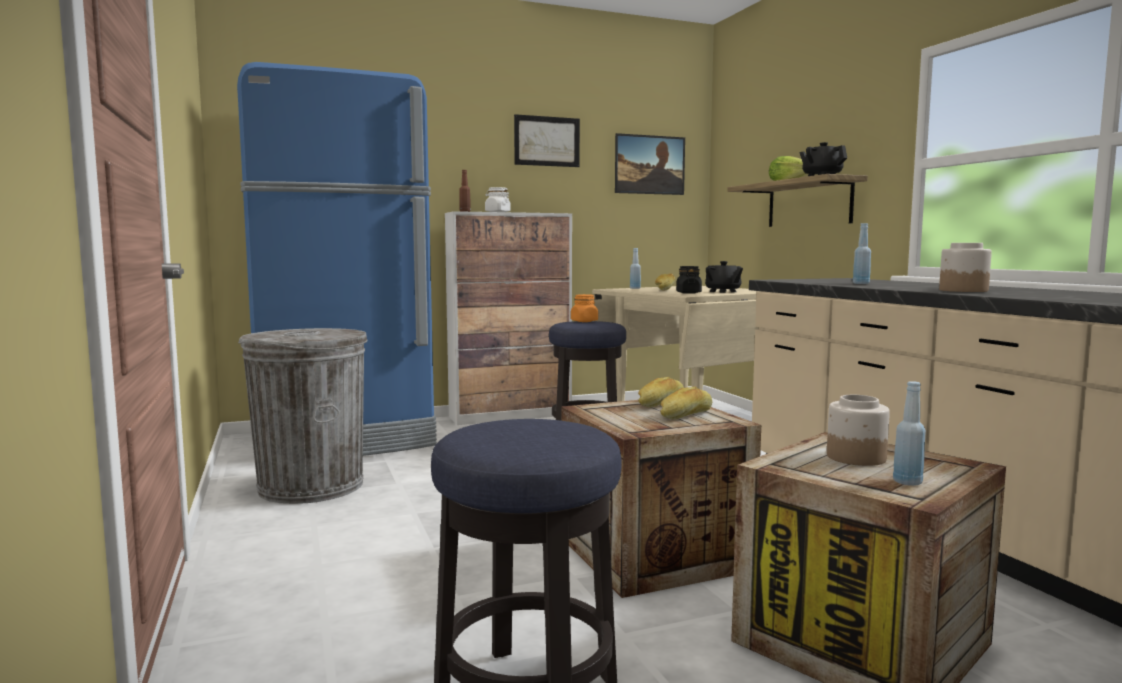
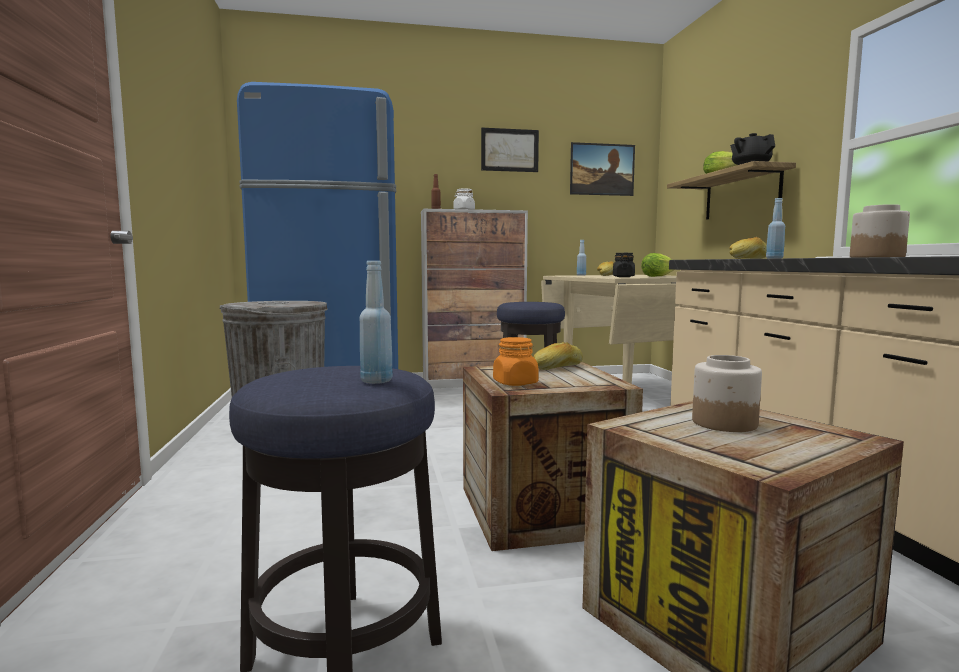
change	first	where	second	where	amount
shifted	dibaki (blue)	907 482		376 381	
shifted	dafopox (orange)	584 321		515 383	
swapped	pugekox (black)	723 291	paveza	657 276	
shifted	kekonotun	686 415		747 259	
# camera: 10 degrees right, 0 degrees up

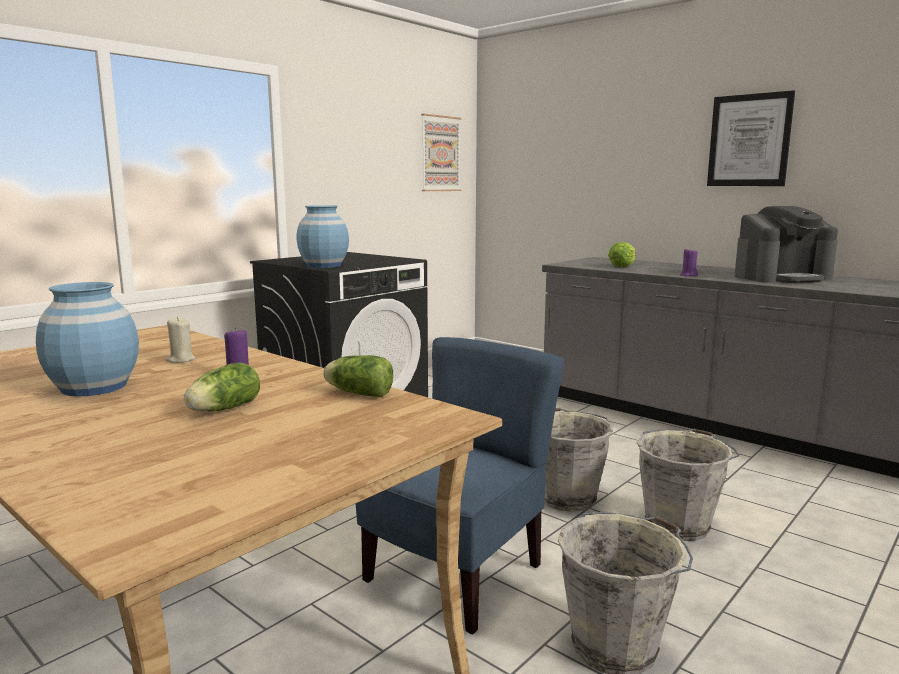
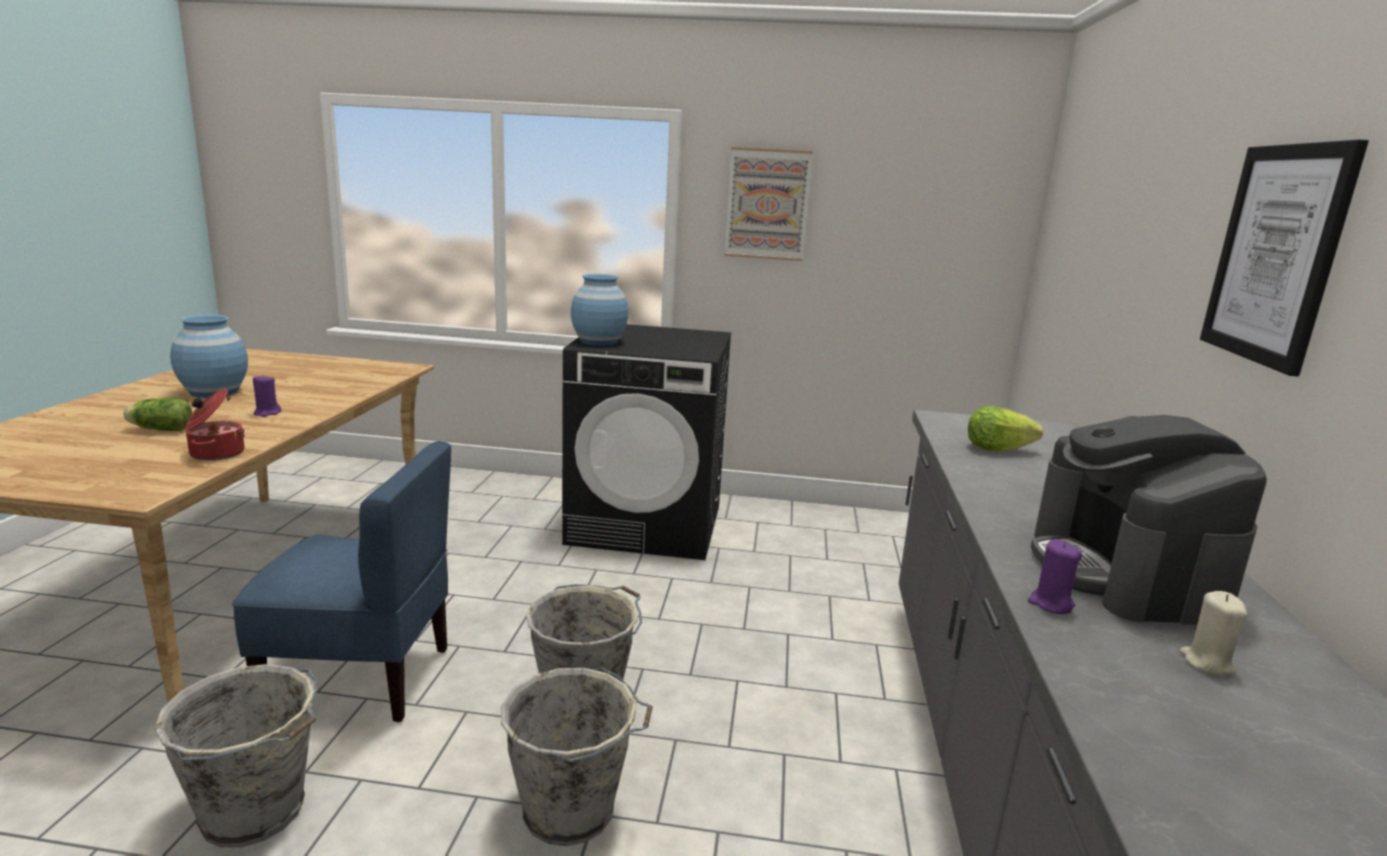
change	first	where	second	where	amount
swapped	paveza	357 393	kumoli	215 453	
shifted	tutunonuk	440 154		767 204	
shifted	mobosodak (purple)	688 275		1050 604	
rotated	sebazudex	782 277		1125 573	45 degrees clockwise
shifted	mobosodak (beige)	181 360		1206 662	
# camera: 55 degrees right, 5 degrees up

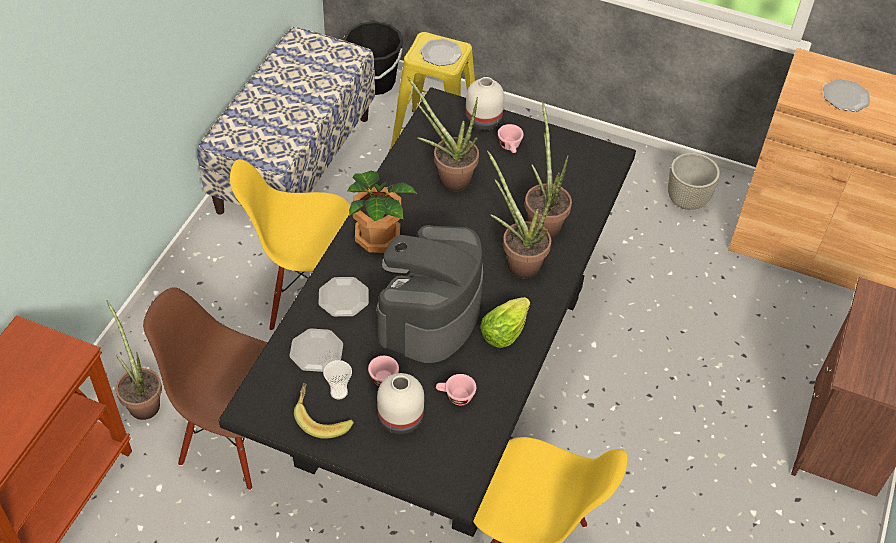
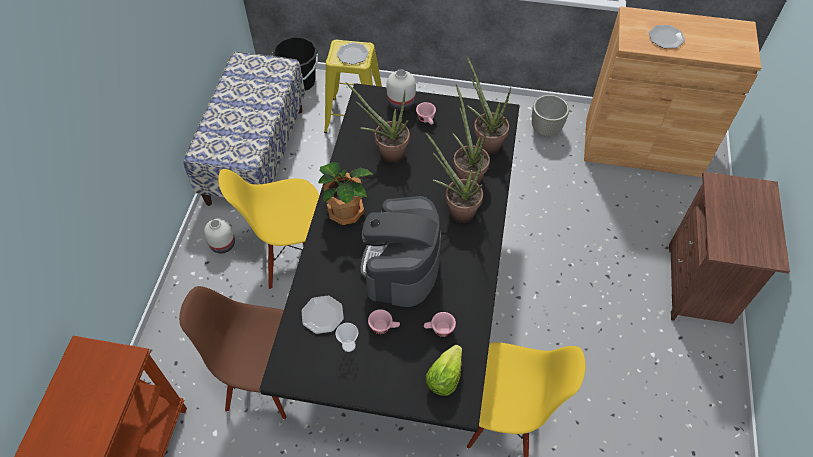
change	first	where	second	where	amount
shifted	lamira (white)	399 419		222 245	
shifted	paveza	503 332		444 377	
shifted	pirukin	142 401		485 142	
gone	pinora	322 418			
gone	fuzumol	343 298			
# camera: 10 degrees left, 5 degrees up

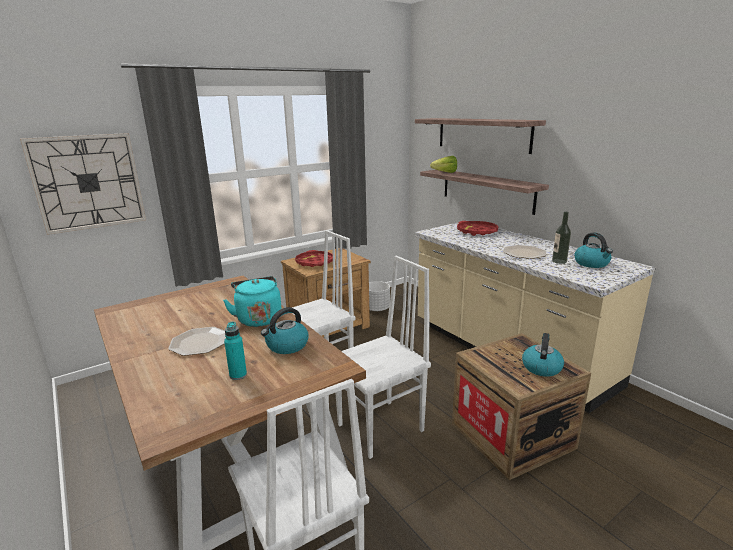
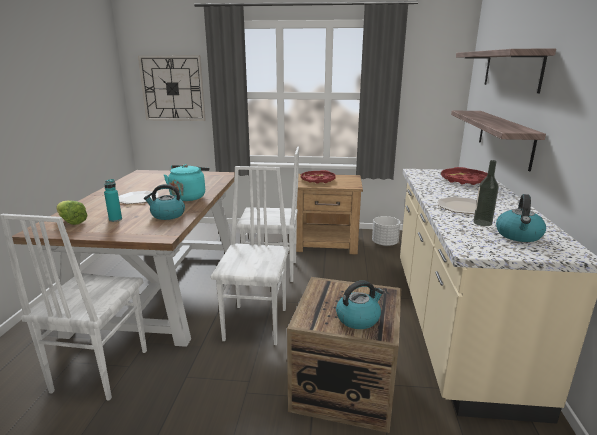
change	first	where	second	where	amount
shifted	paveza	443 173		71 221	
rotated	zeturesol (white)	382 428		257 324	90 degrees counterclockwise
# camera: 40 degrees right, 0 degrees up

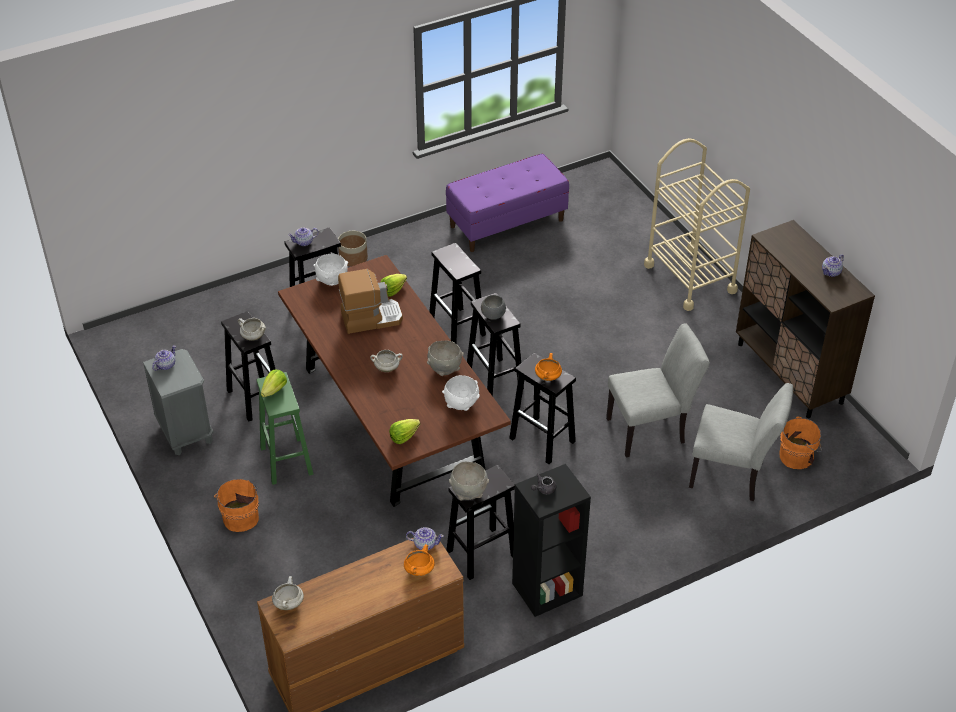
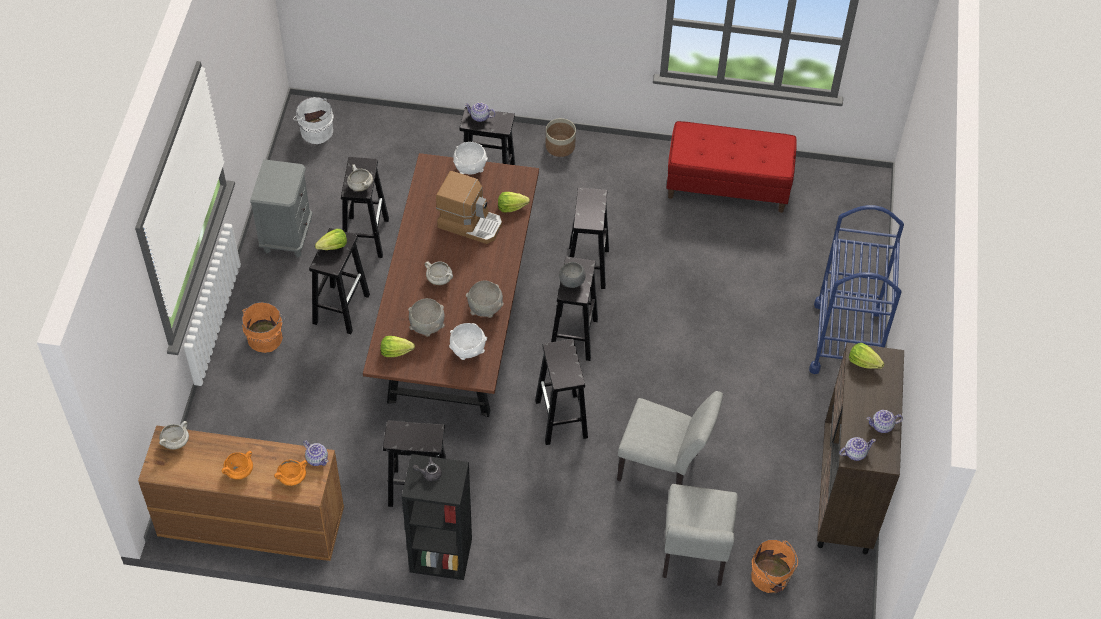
change	first	where	second	where	amount
shifted	kumoli (orange)	548 377		239 472	
new			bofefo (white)	316 131	
repainted	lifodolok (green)	286 460	lifodolok (black)	341 308	
shifted	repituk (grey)	469 492		427 327	
rotated	zeturesol (grey)	733 476		694 557	45 degrees clockwise
repainted	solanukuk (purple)	507 223	solanukuk (red)	727 186	
repainted	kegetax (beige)	690 278	kegetax (blue)	846 341	
shifted	pugekox	165 365		854 453	
new			paveza	863 362	
# camera: 35 degrees right, 10 degrees up

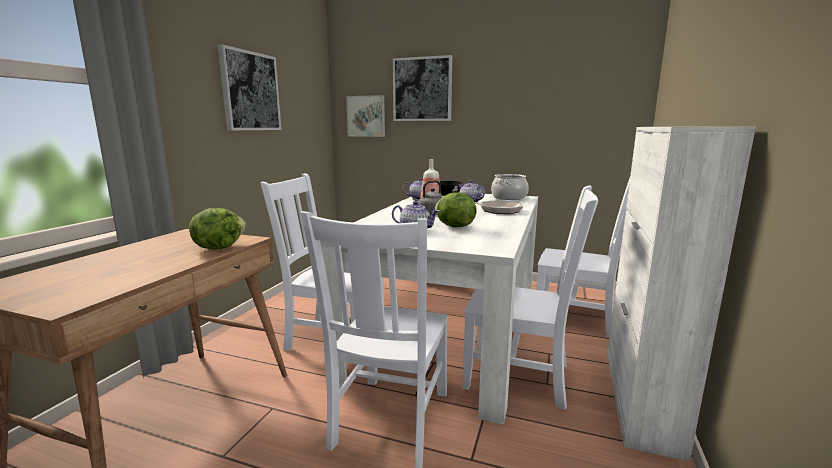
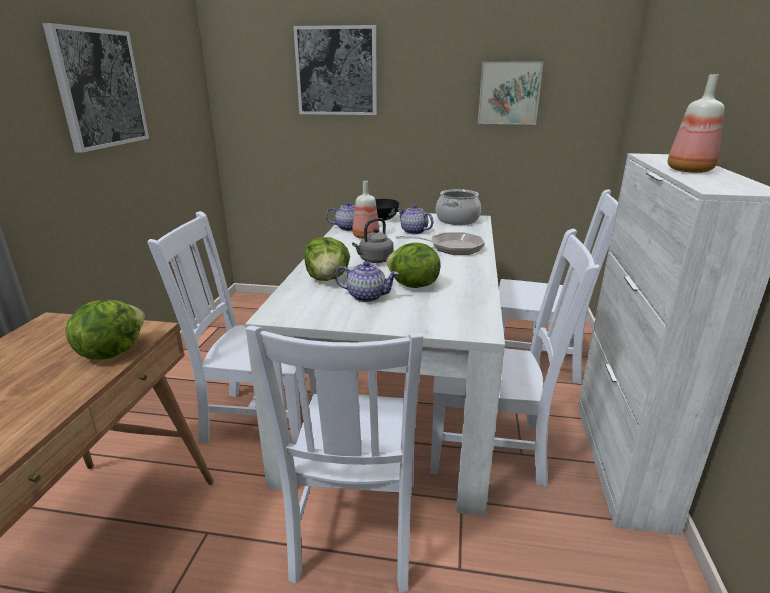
change	first	where	second	where	amount
new			paveza	328 279	
shifted	tutunonuk	366 116		509 93	
new			dibaki	687 170	
# camera: 10 degrees left, 10 degrees up

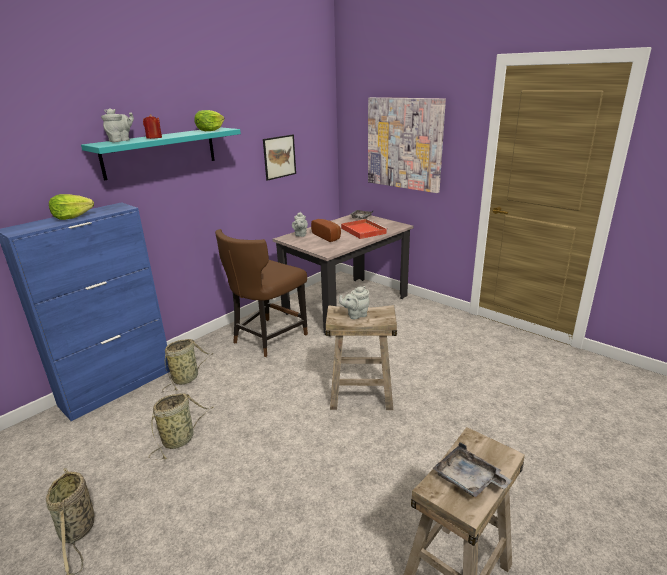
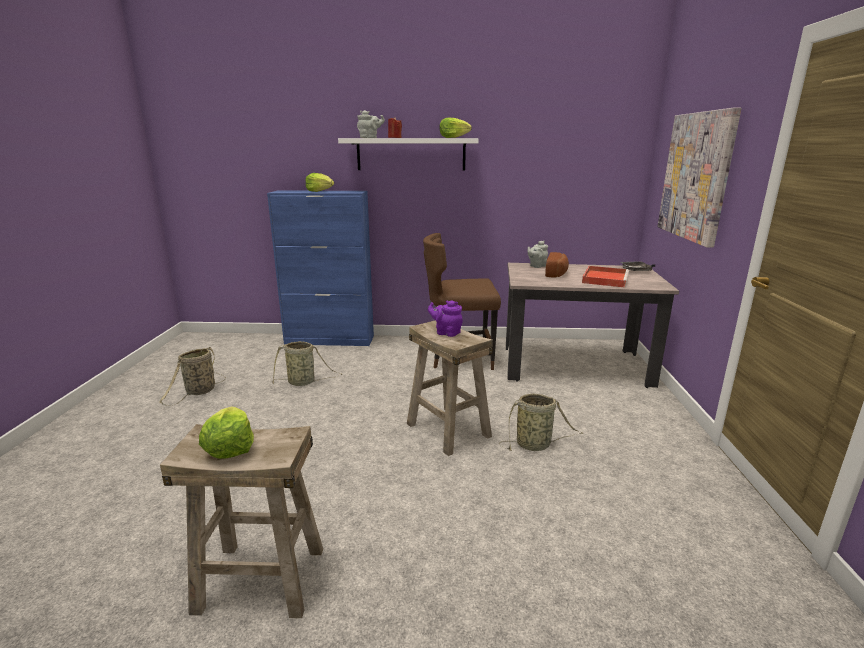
change	first	where	second	where	amount
swapped	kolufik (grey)	468 480	paveza	230 447	
repainted	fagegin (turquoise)	160 152	fagegin (white)	411 154	
repainted	pugekox (grey)	355 315	pugekox (purple)	446 332	
shifted	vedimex	187 378		535 445	
gone	tutunonuk	279 157			
# camera: 50 degrees right, 5 degrees down

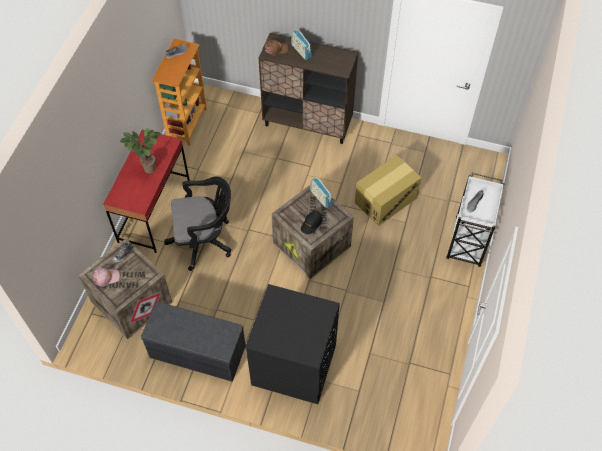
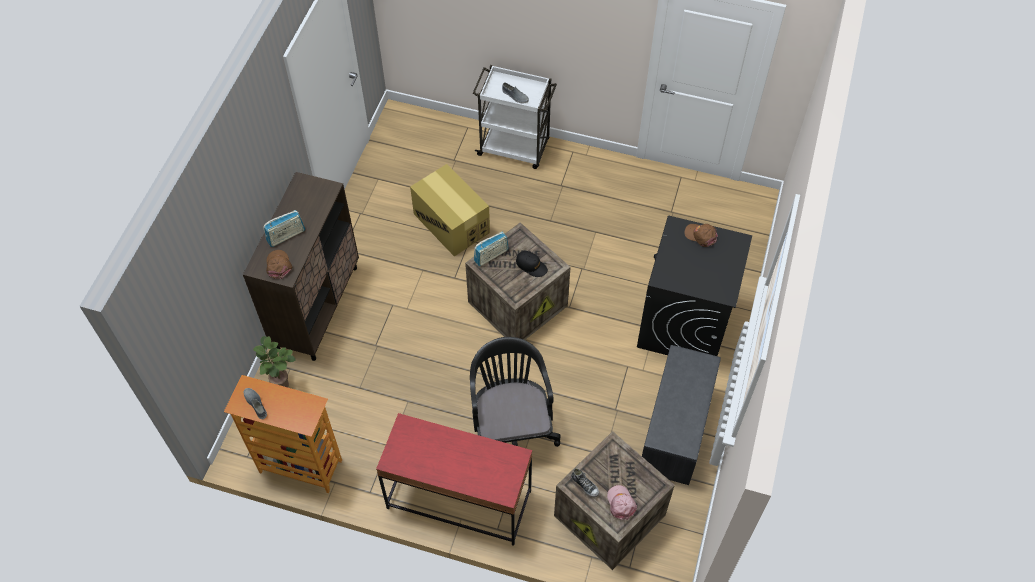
change	first	where	second	where	amount
shifted	pirukin	148 170		283 386	
new			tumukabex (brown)	701 235	
# camera: 90 degrees left, 0 degrees up

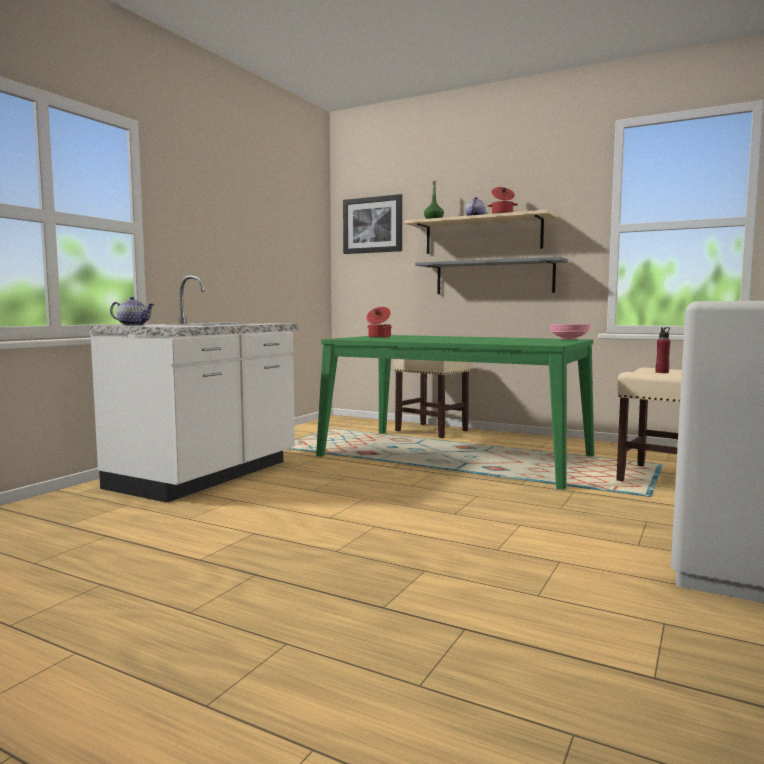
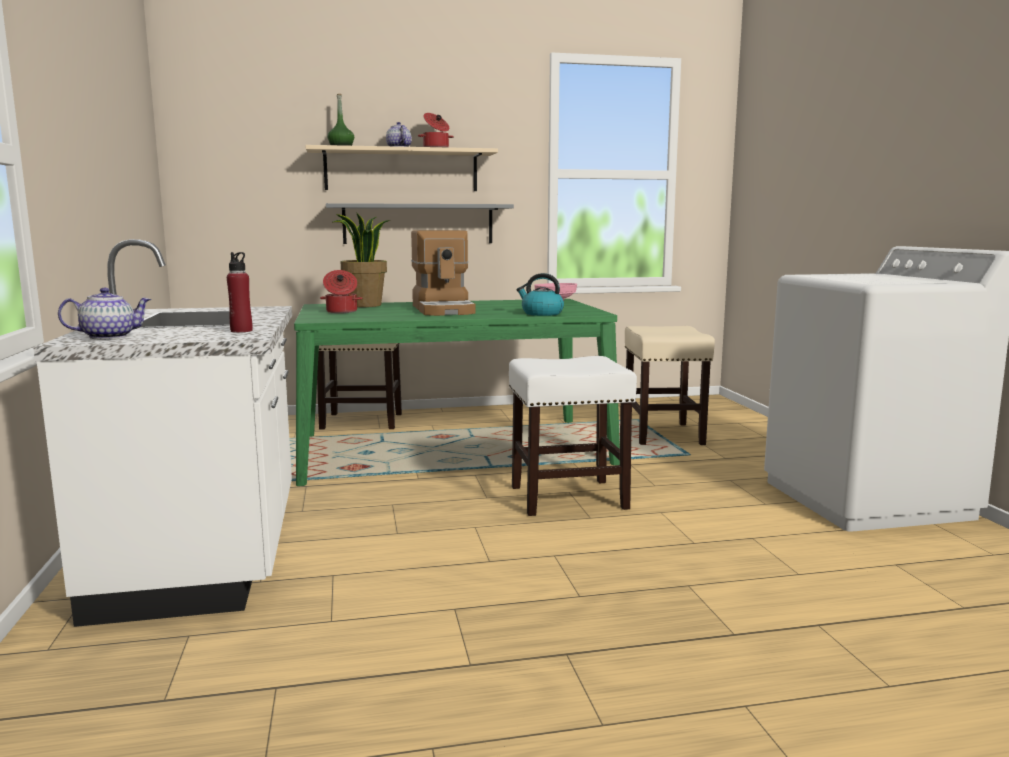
change	first	where	second	where	amount
shifted	dibaki (red)	662 372		241 331	
new			pirukin	365 305	
new			sebazudex	444 310	
new			lifodolok (white)	567 497	
new			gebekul	541 313	
gone	tutunonuk	372 225			
# camera: 40 degrees left, 5 degrees up

